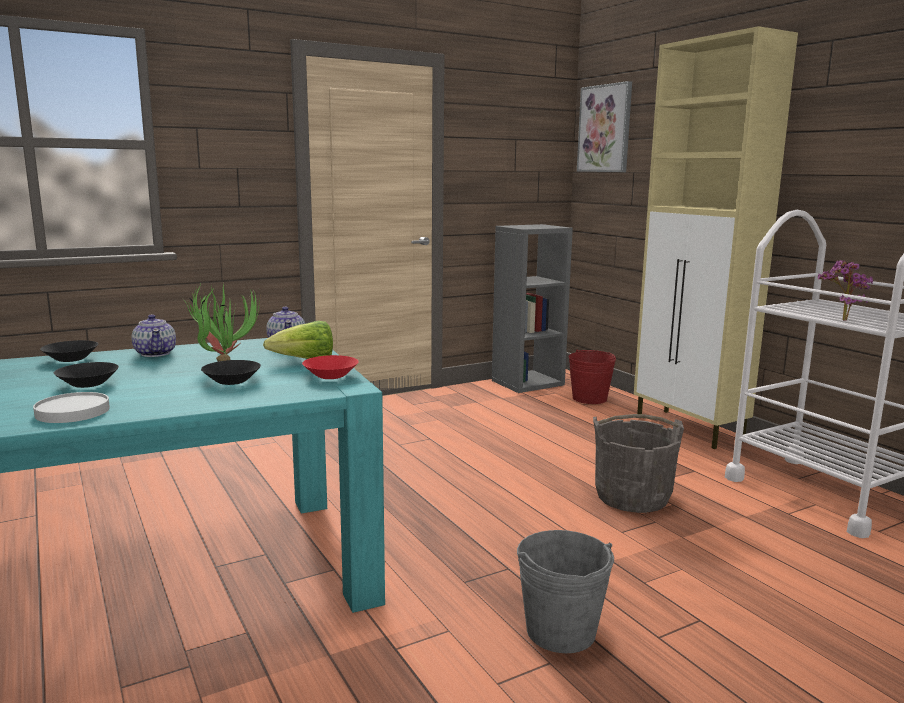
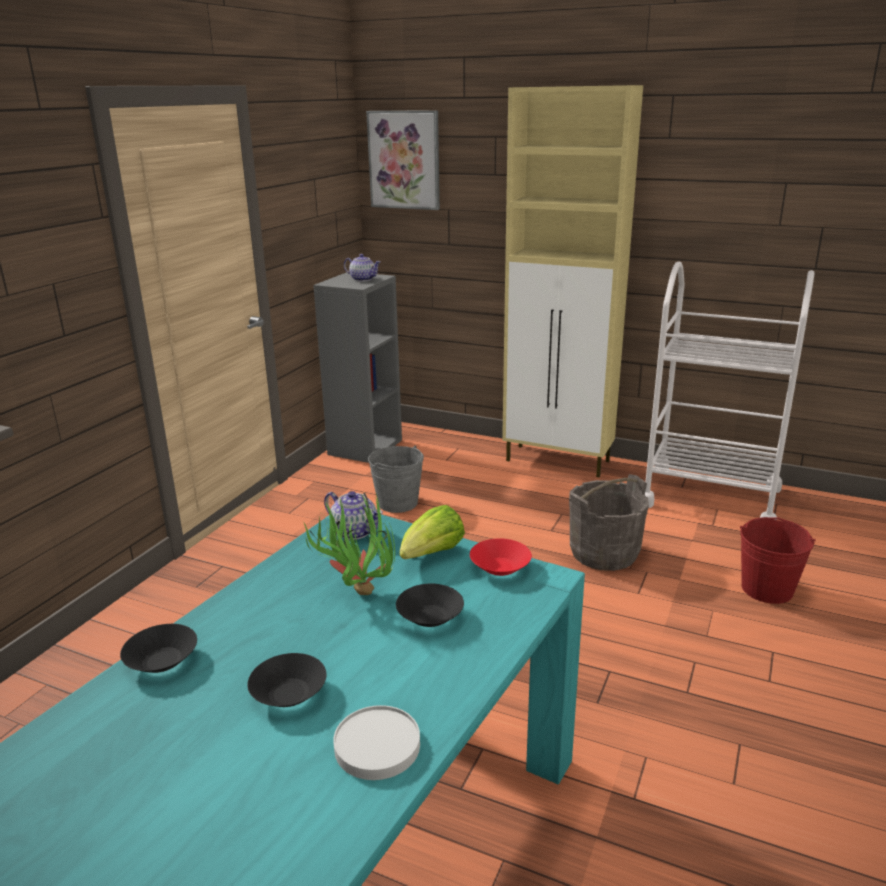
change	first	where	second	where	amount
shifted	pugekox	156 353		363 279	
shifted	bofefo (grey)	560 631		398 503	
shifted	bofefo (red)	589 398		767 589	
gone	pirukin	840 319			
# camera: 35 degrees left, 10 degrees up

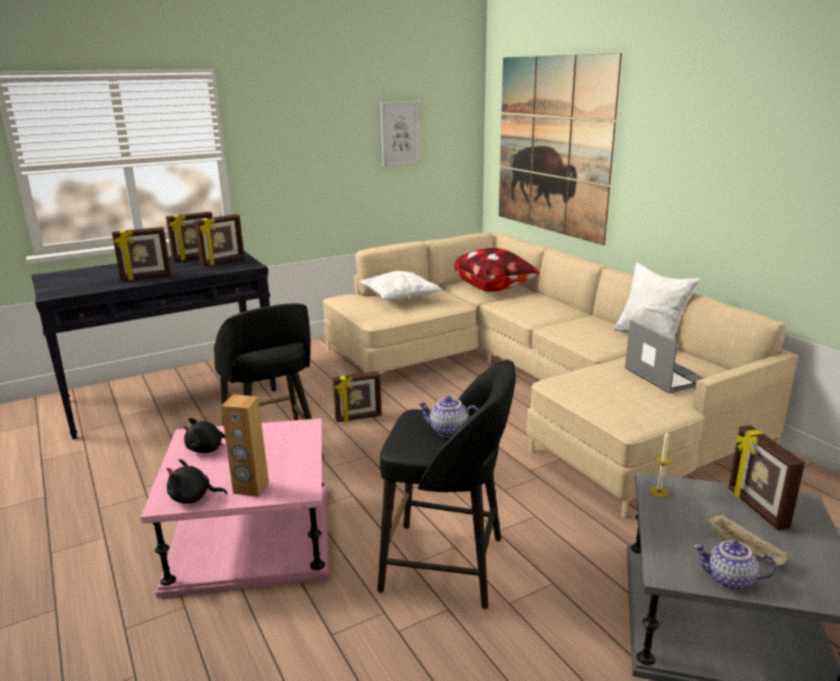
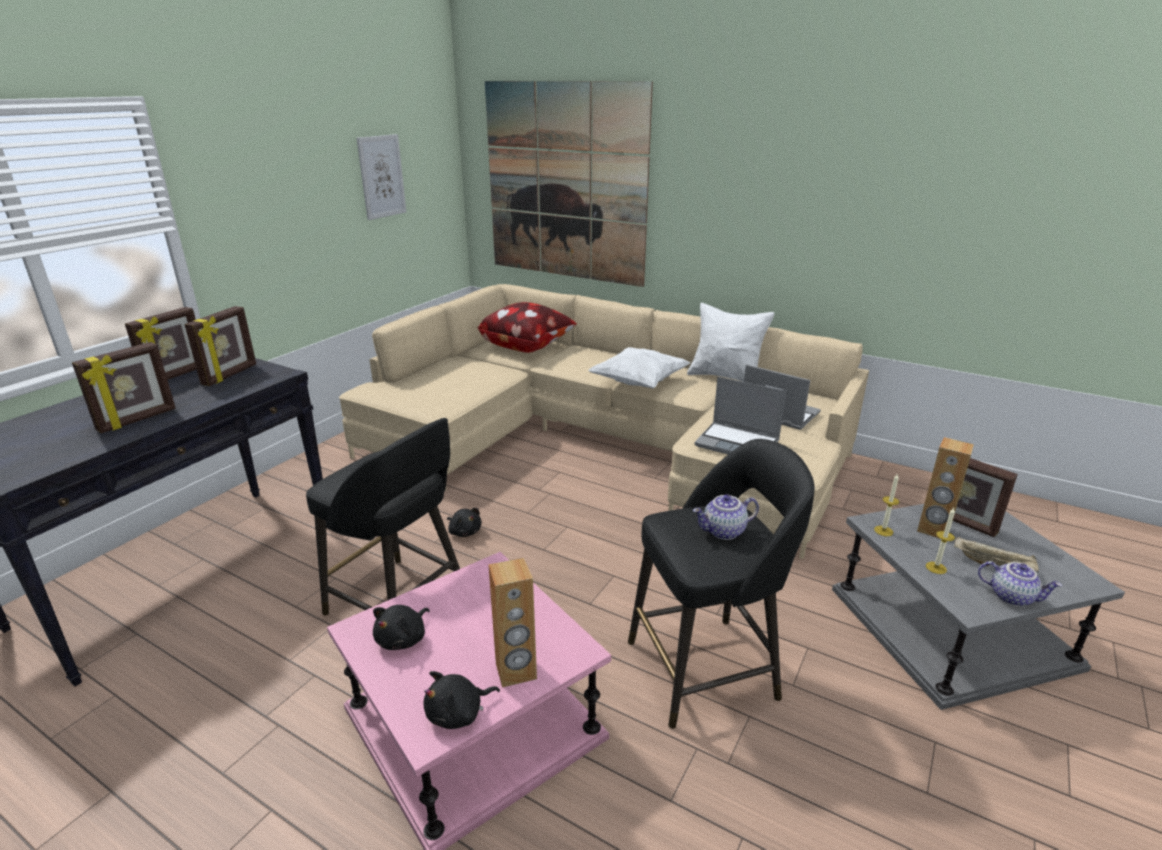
change	first	where	second	where	amount
swapped	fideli	358 418	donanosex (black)	464 531	
shifted	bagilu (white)	399 299		638 383	
new			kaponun	738 443	
new			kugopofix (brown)	933 530	
new			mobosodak	936 568	
rotated	pugekox	729 580		1012 596	135 degrees counterclockwise
# camera: 30 degrees left, 5 degrees up

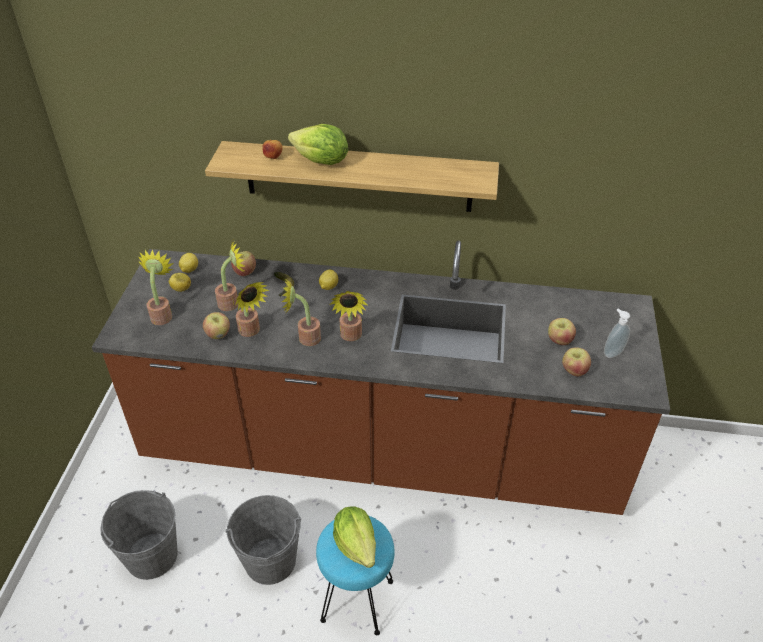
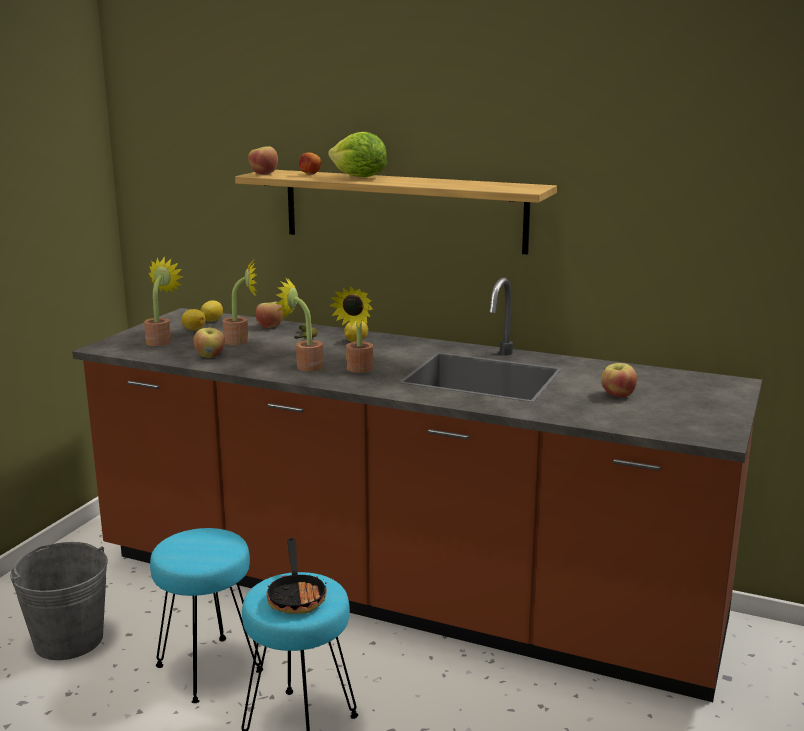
change	first	where	second	where	amount
swapped	bofefo (grey)	270 561	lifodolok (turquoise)	207 669	
shifted	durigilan	574 371		263 174	
swapped	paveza	356 545	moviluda	296 595	
gone	pirukin	251 332			
gone	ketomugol	612 352			
# camera: 15 degrees right, 25 degrees down

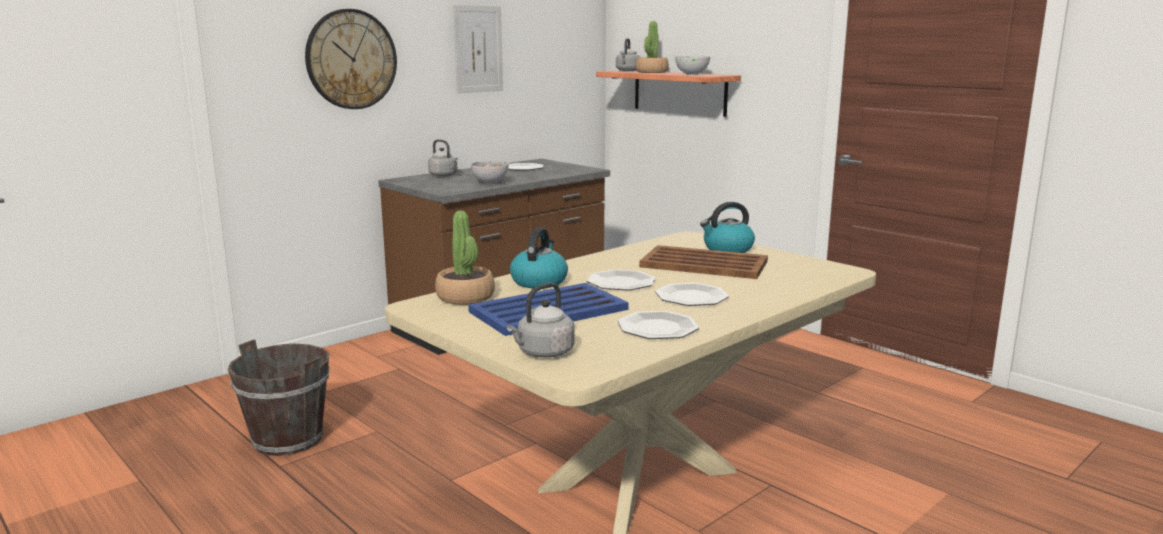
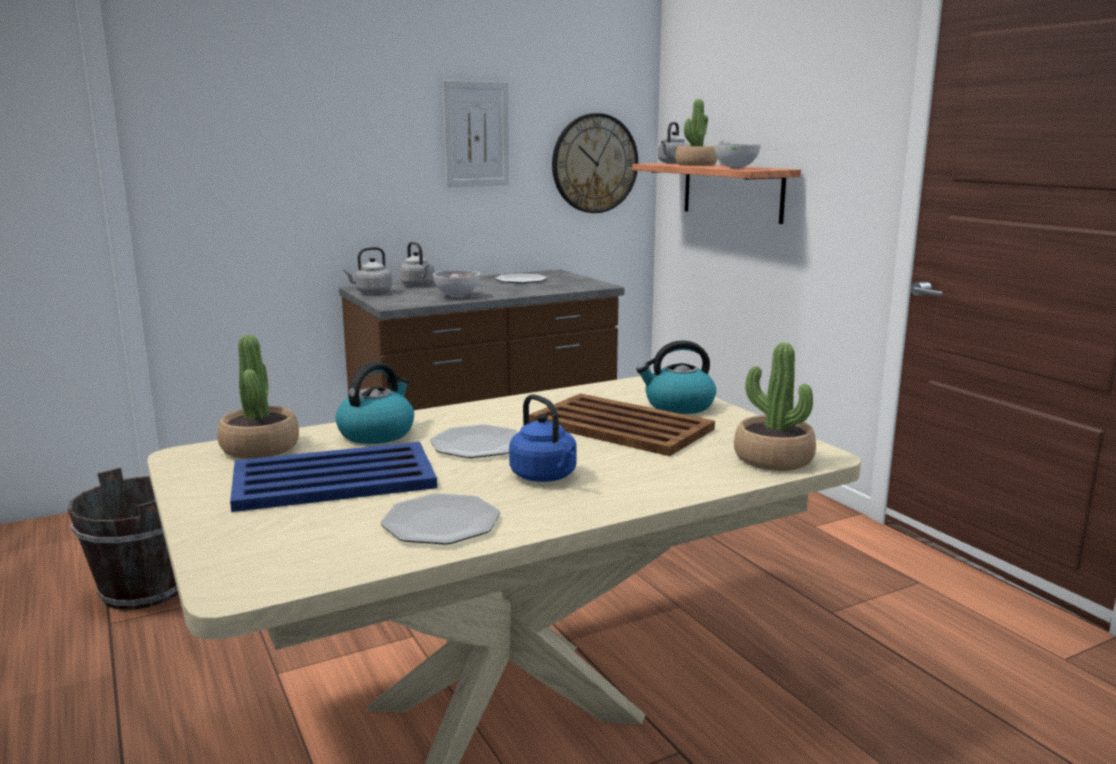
change	first	where	second	where	amount
shifted	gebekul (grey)	543 353		371 292	
swapped	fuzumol	691 297	gebekul (blue)	545 476	
shifted	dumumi	351 59		594 163	
new			pirukin	773 459	
# camera: 15 degrees right, 0 degrees up

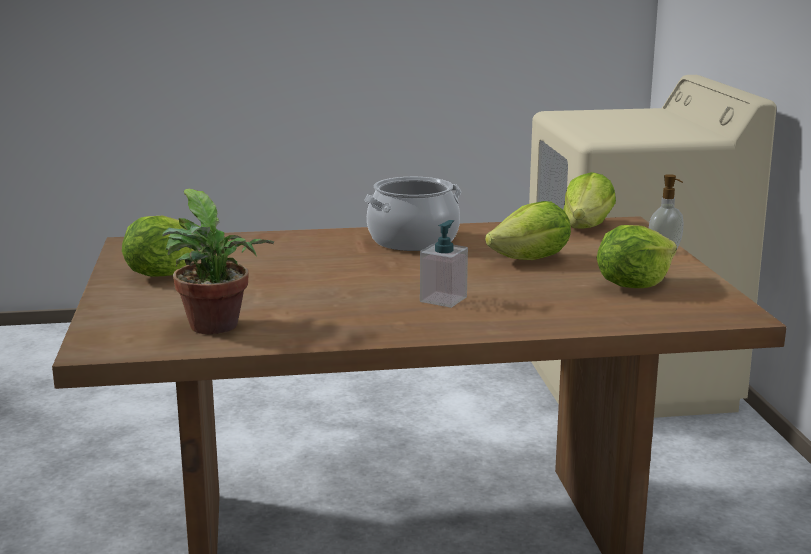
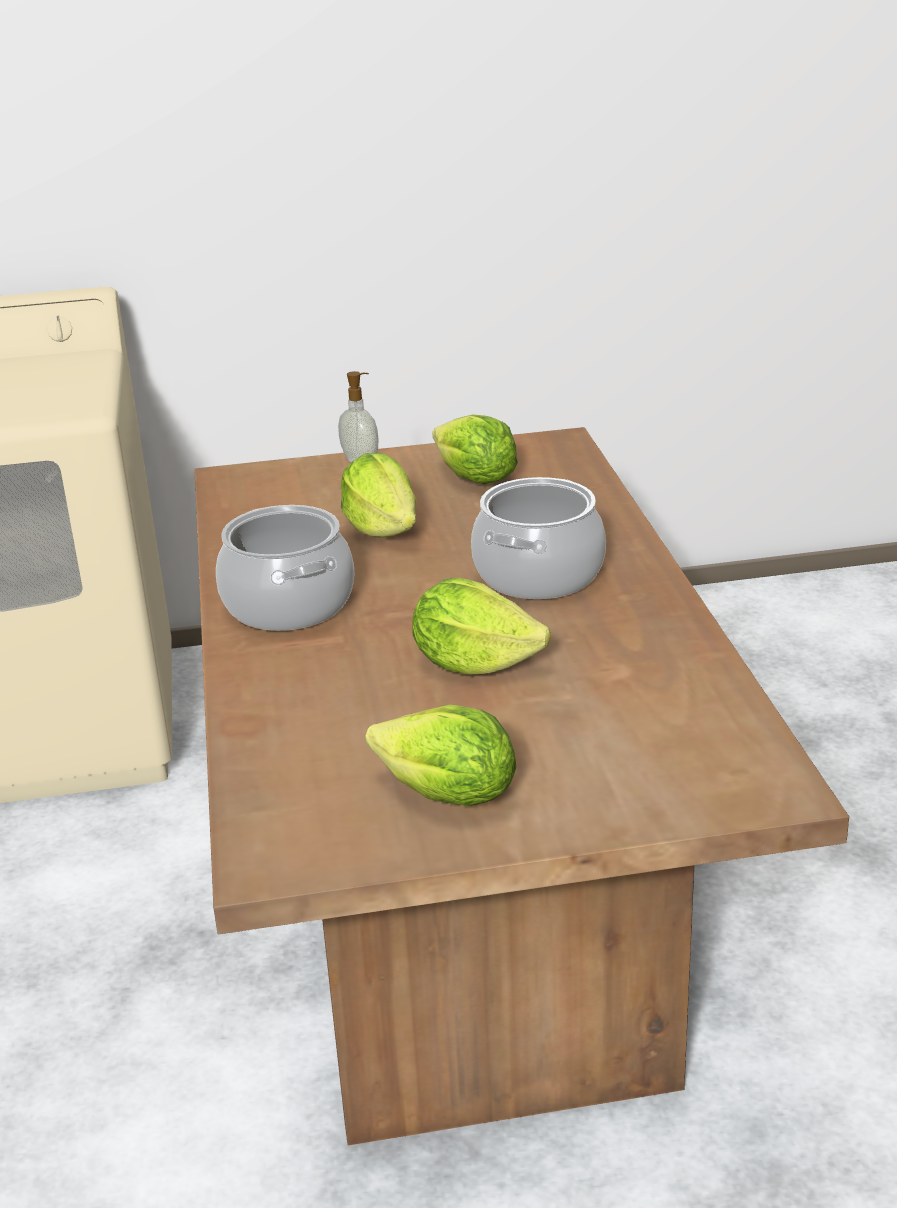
change	first	where	second	where	amount
shifted	paveza	587 227		474 663	
swapped	ketomugol	443 299	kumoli	539 575	
gone	pirukin	216 328			
# camera: 90 degrees left, 10 degrees up

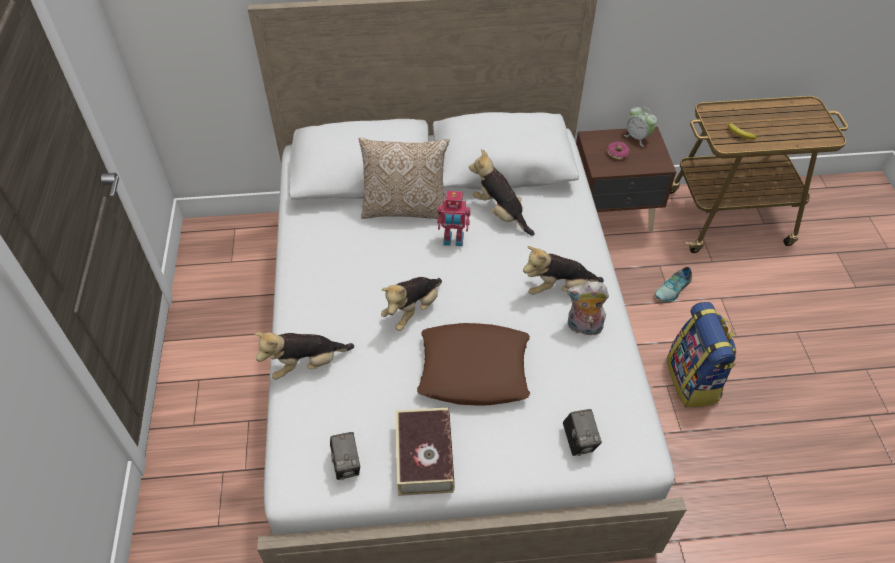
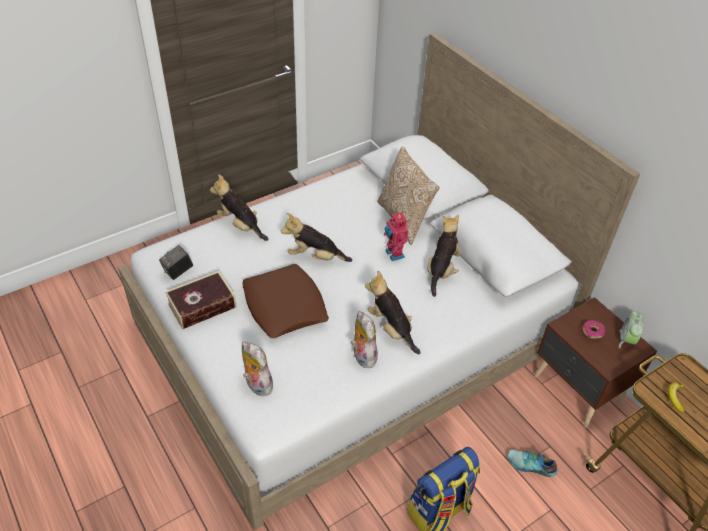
change	first	where	second	where	amount
swapped	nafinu	579 441	donanosex	256 385	
# camera: 60 degrees right, 5 degrees down

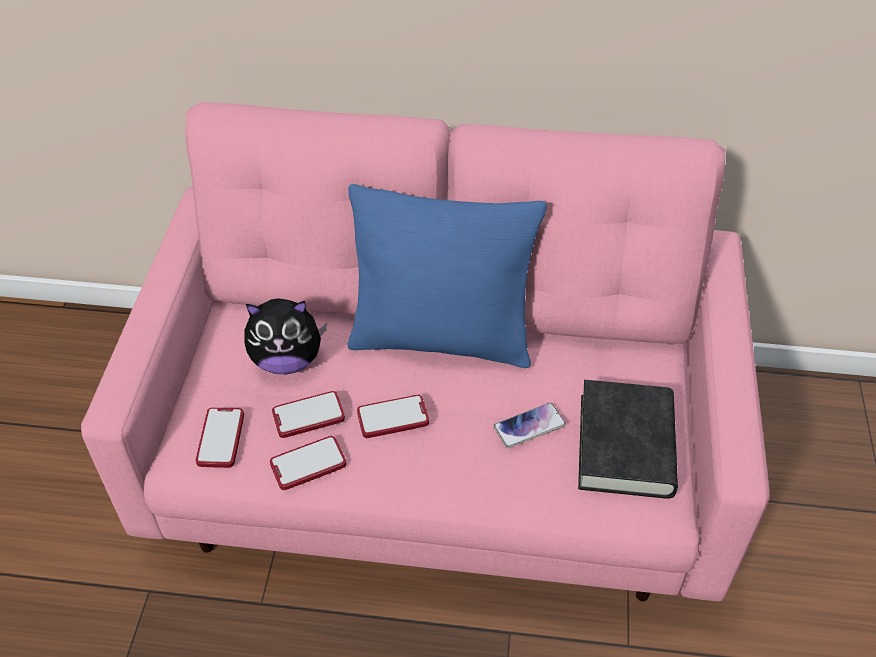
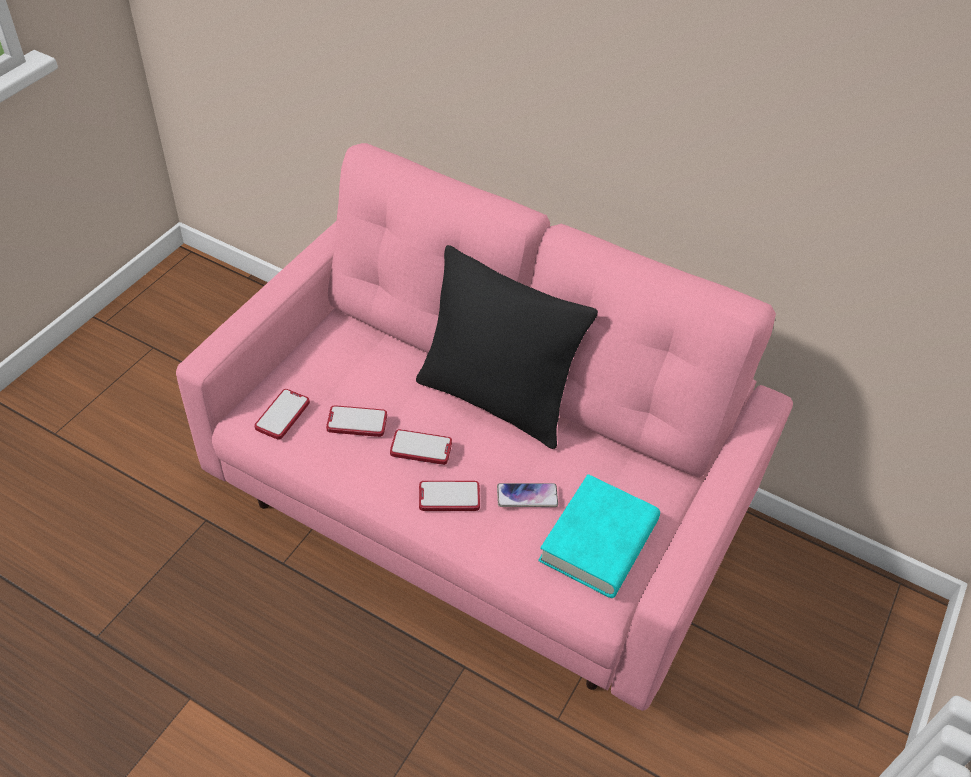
change	first	where	second	where	amount
repainted	bagilu (blue)	441 339	bagilu (black)	495 400	
shifted	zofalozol	308 464		449 497	
repainted	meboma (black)	625 445	meboma (turquoise)	598 542	
gone	donanosex	287 360			
# camera: 20 degrees right, 0 degrees up

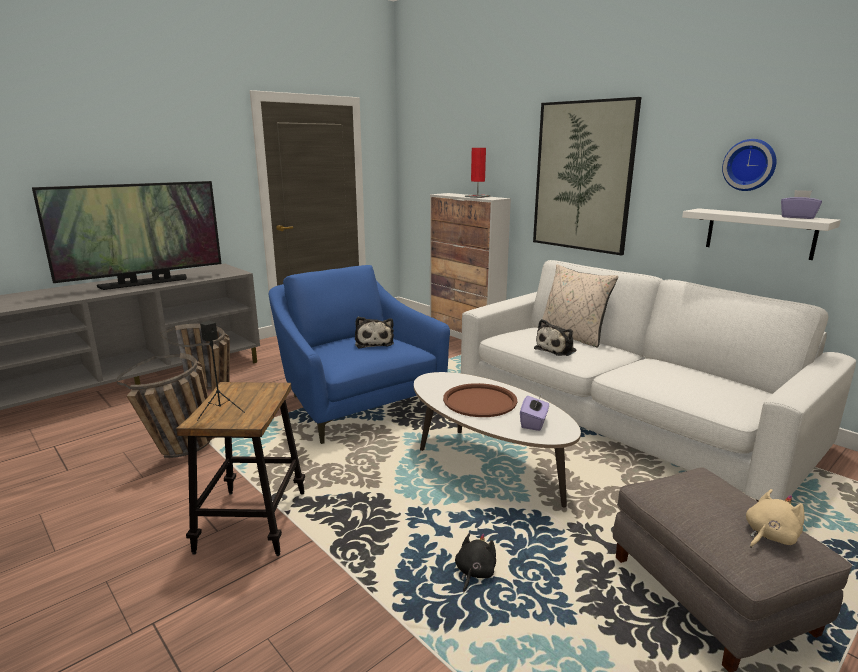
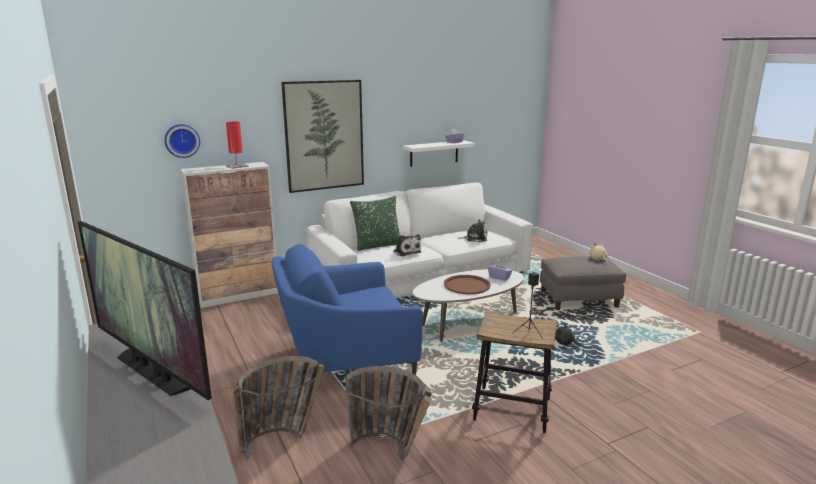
change	first	where	second	where	amount
rotated	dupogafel	144 283		153 371	150 degrees clockwise
shifted	dumumi	750 165		182 140	
repainted	bagilu (beige)	572 336	bagilu (green)	377 245	
shifted	donanosex	374 342		475 238	
# camera: 75 degrees left, 0 degrees up

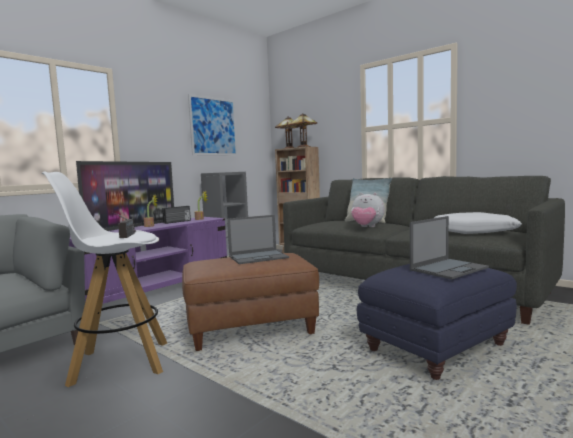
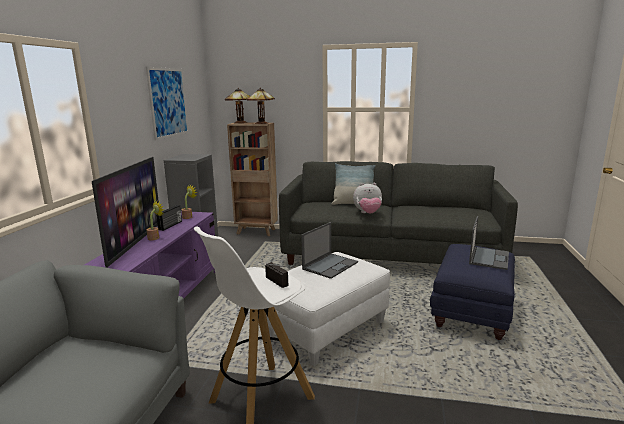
change	first	where	second	where	amount
repainted	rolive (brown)	251 328	rolive (white)	326 329	
gone	bagilu (white)	473 231			
# camera: 30 degrees left, 10 degrees up

